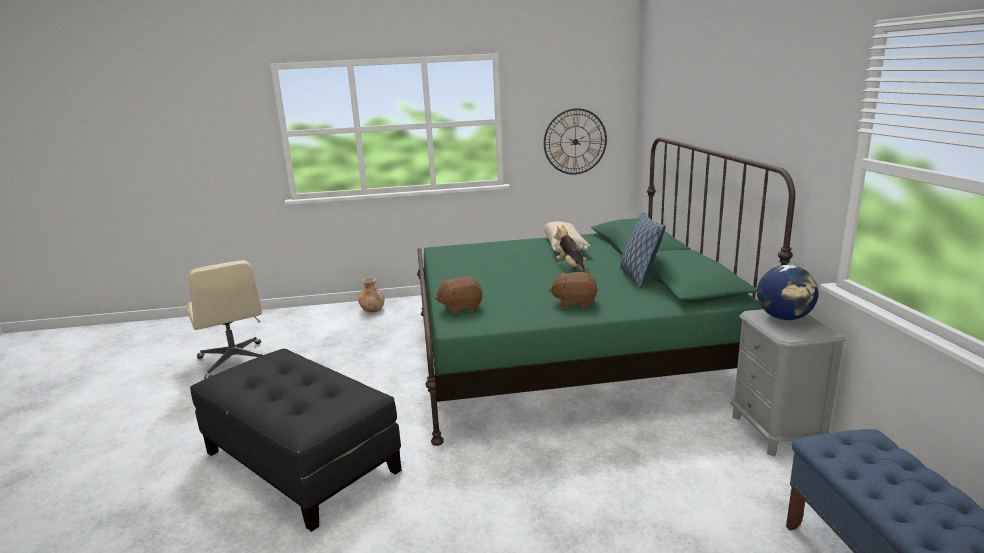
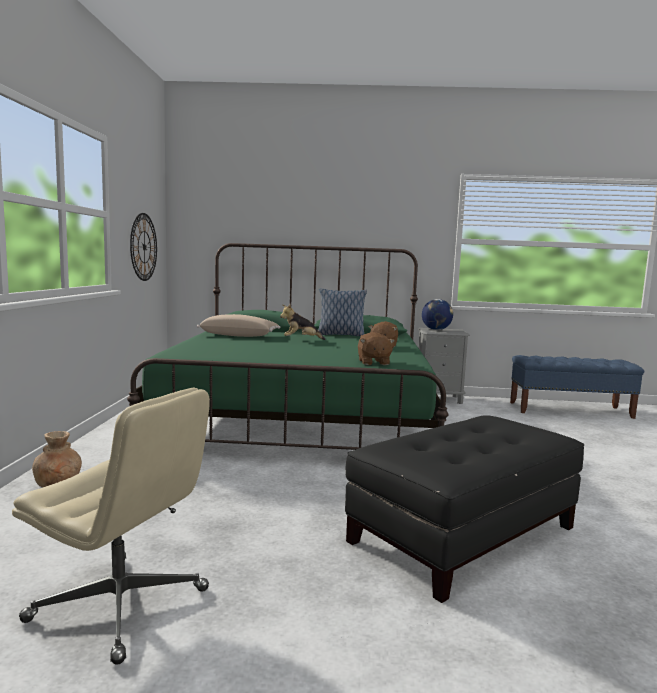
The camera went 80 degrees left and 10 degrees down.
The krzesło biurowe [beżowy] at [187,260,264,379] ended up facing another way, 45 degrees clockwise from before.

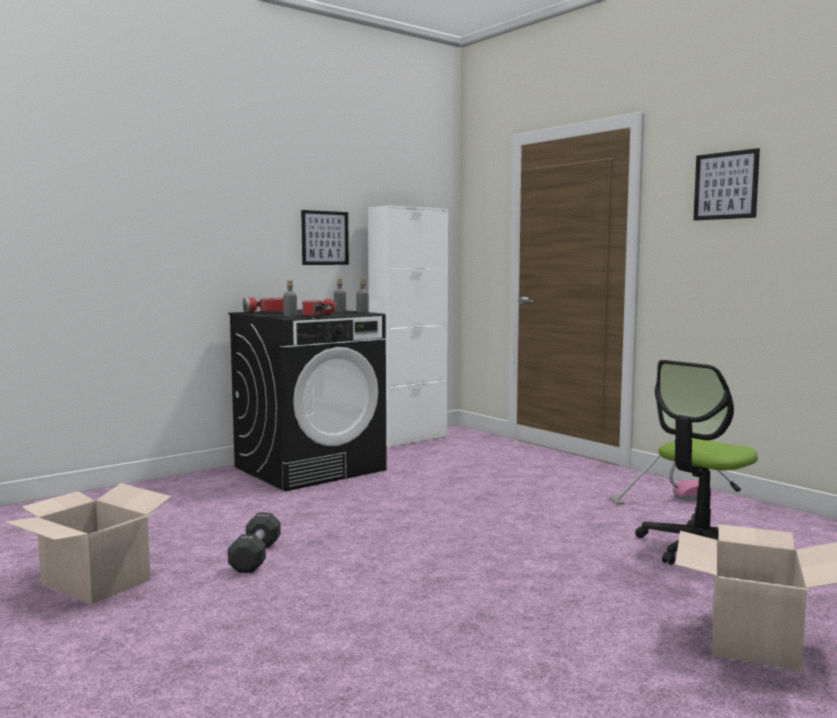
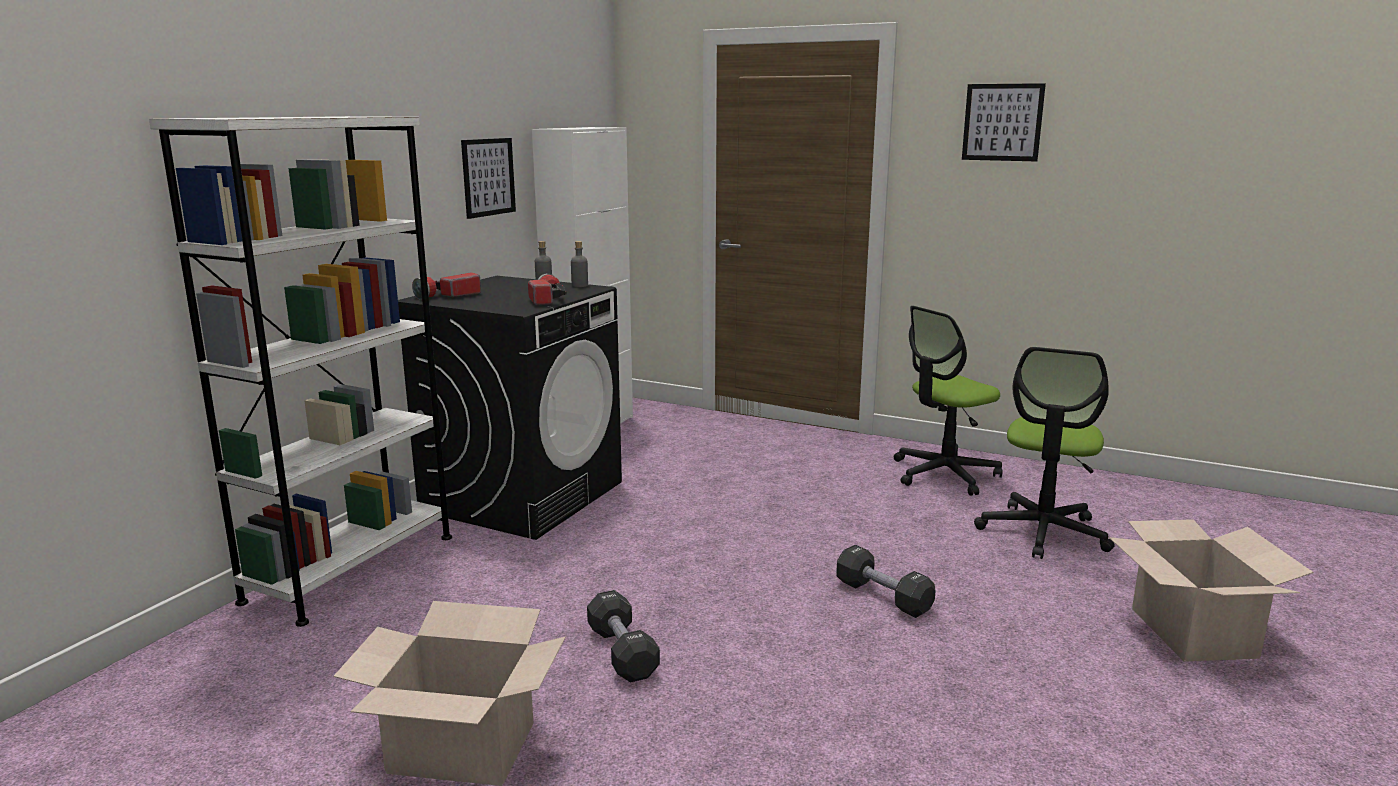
The camera went 25 degrees left and 10 degrees up.
The second view lost the butelka [szary] at [283,280,297,316].
Where the odkurzacz stood at [609,454,711,505], the krzesło biurowe came to stand at [894,306,1003,496].
The second view gained the regał [biały] at [149,116,452,627].
The second view gained the hantel [czarny] at [837,545,935,618].

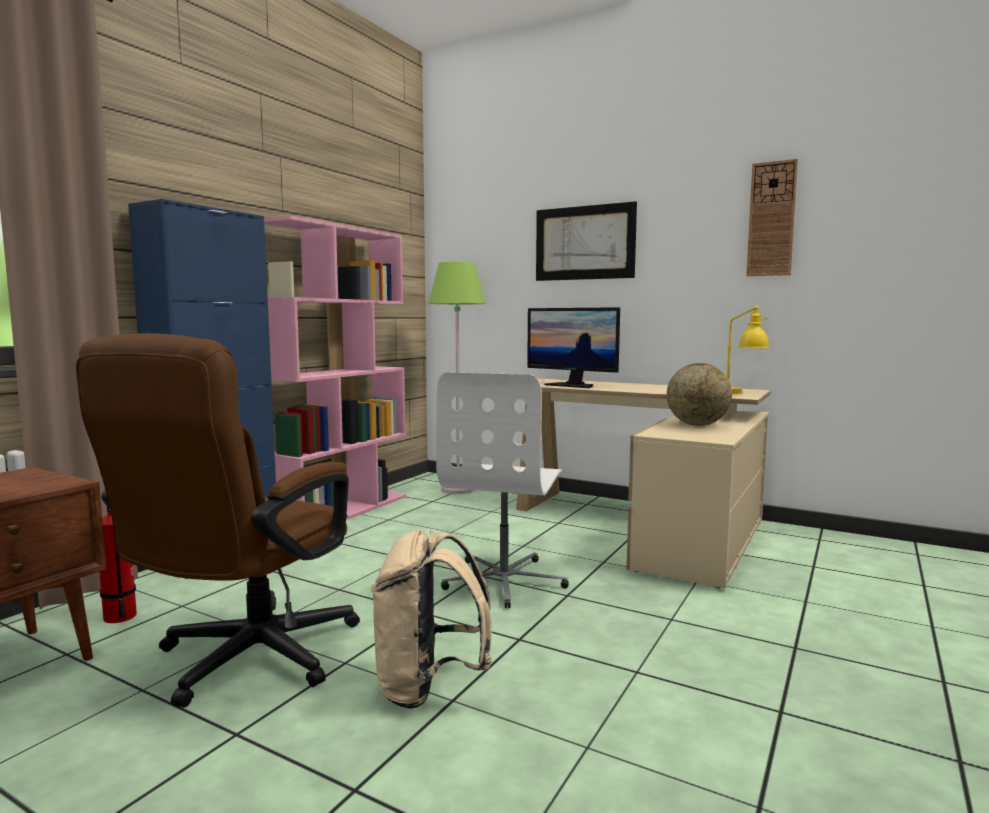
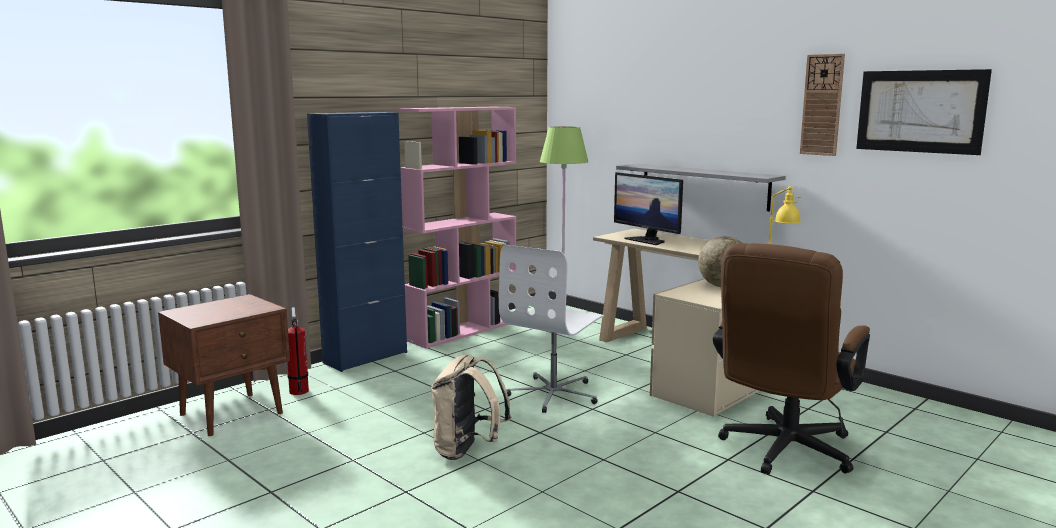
The camera went 15 degrees right and 5 degrees up.
The obraz ended up elsewhere, having gone from [536,201,637,281] to [856,69,992,155].
The krzesło biurowe [brązowy] ended up elsewhere, having gone from [76,333,360,708] to [713,243,870,475].
The second view gained the półka [szary] at [616,164,785,212].

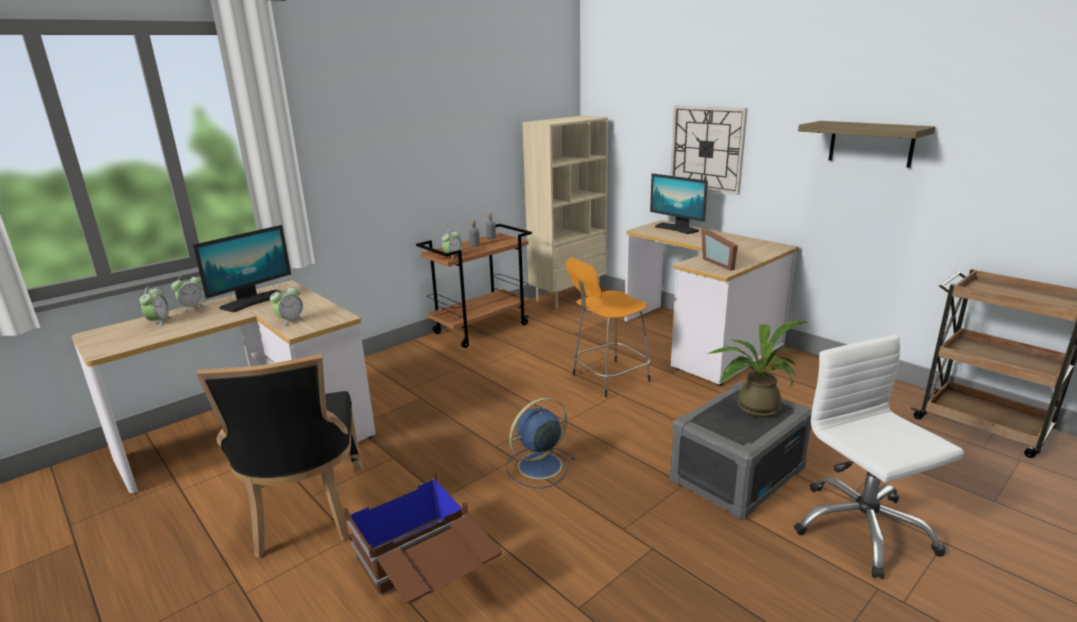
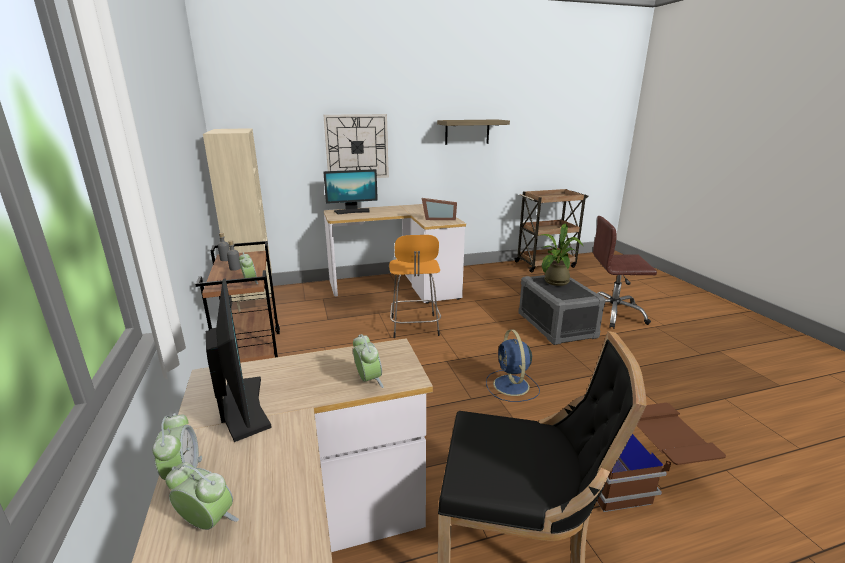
The camera went 65 degrees left and 0 degrees up.
What was the krzesło biurowe [biały] at [794,335,964,579] turned into the krzesło biurowe [brązowy] at [593,216,657,329].

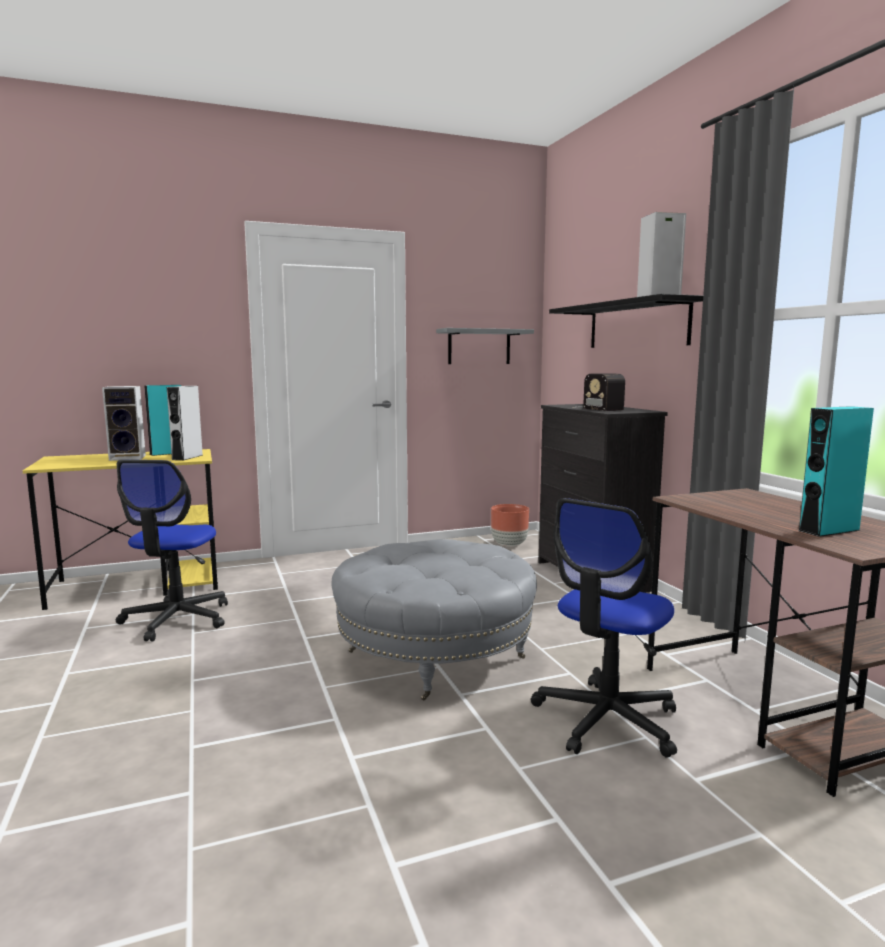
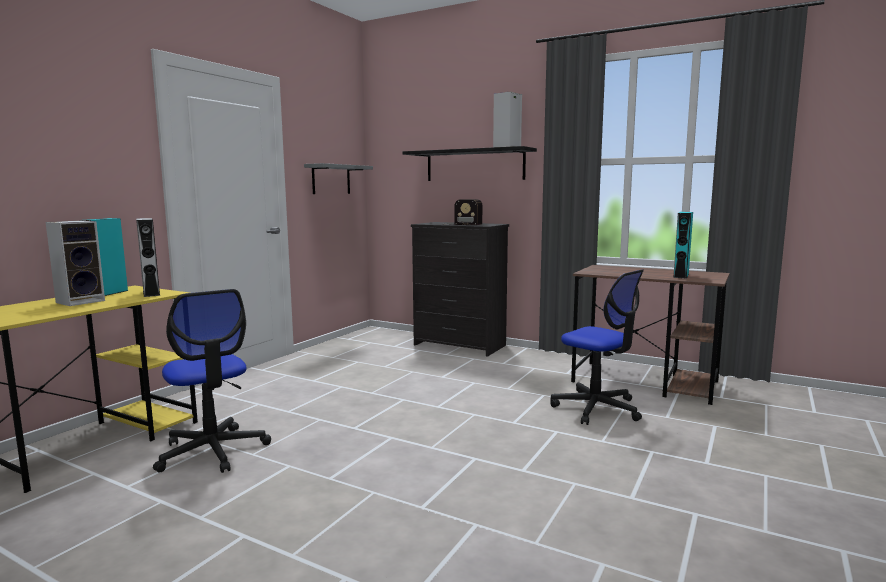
The camera went 40 degrees left and 0 degrees up.
The krzesło biurowe at [531,498,677,758] ended up facing another way, 45 degrees counterclockwise from before.
The second view lost the donica [brązowy] at [491,504,529,547].
The second view lost the pufa [szary] at [331,539,537,700].

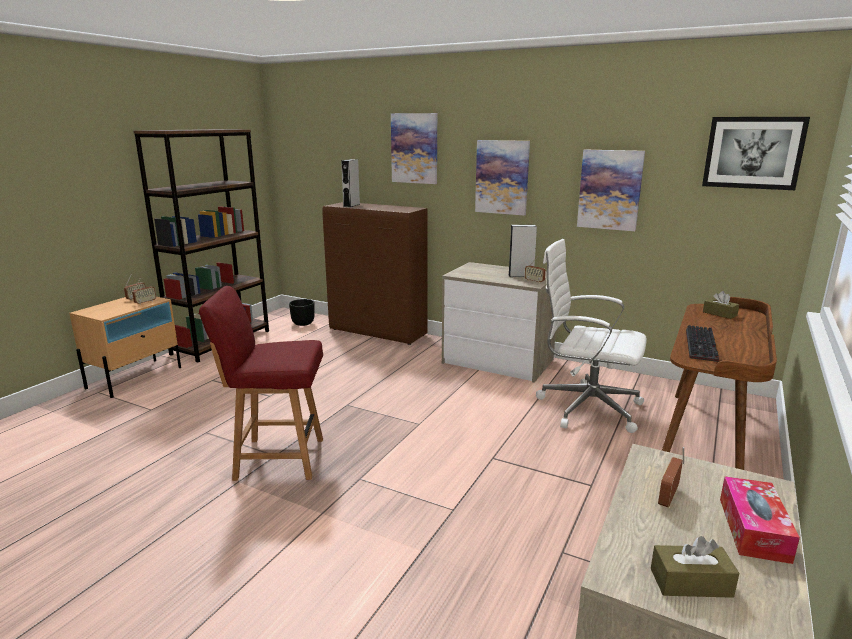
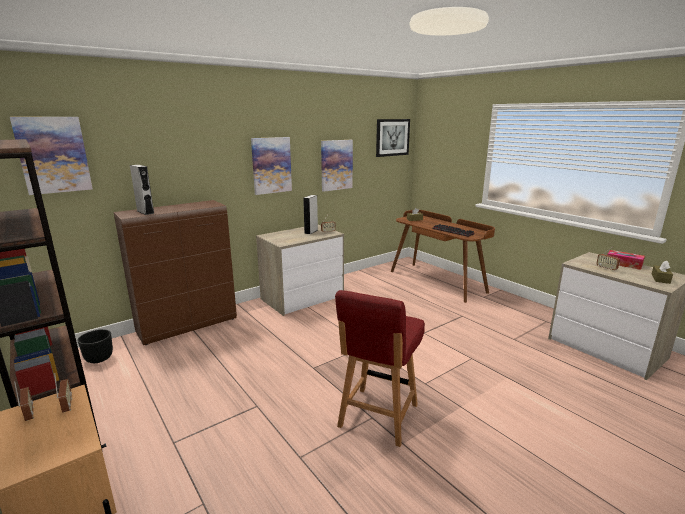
The camera went 65 degrees left and 0 degrees up.
The obraz ended up elsewhere, having gone from [391,113,437,184] to [10,117,93,195].
The second view lost the krzesło biurowe [biały] at [536,239,647,433].

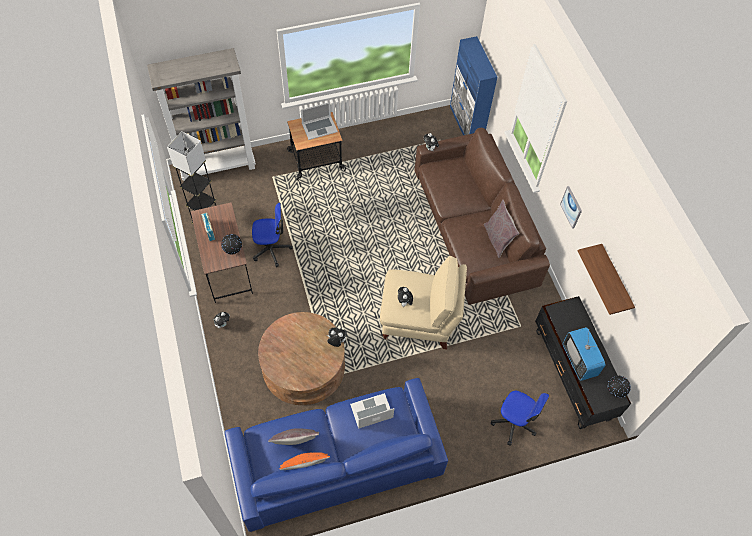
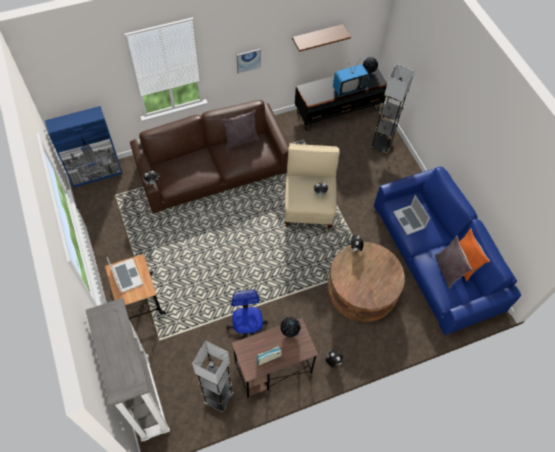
The camera went 95 degrees left and 0 degrees up.
Where the krzesło biurowe stood at [491,391,549,446], the lampa stojąca [szary] came to stand at [371,64,415,155].

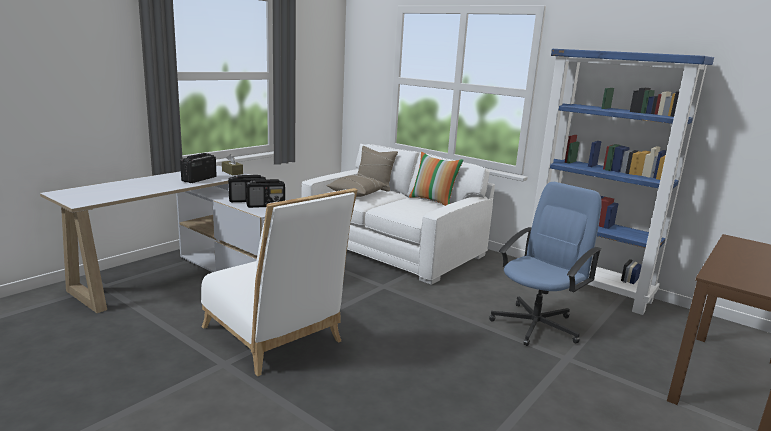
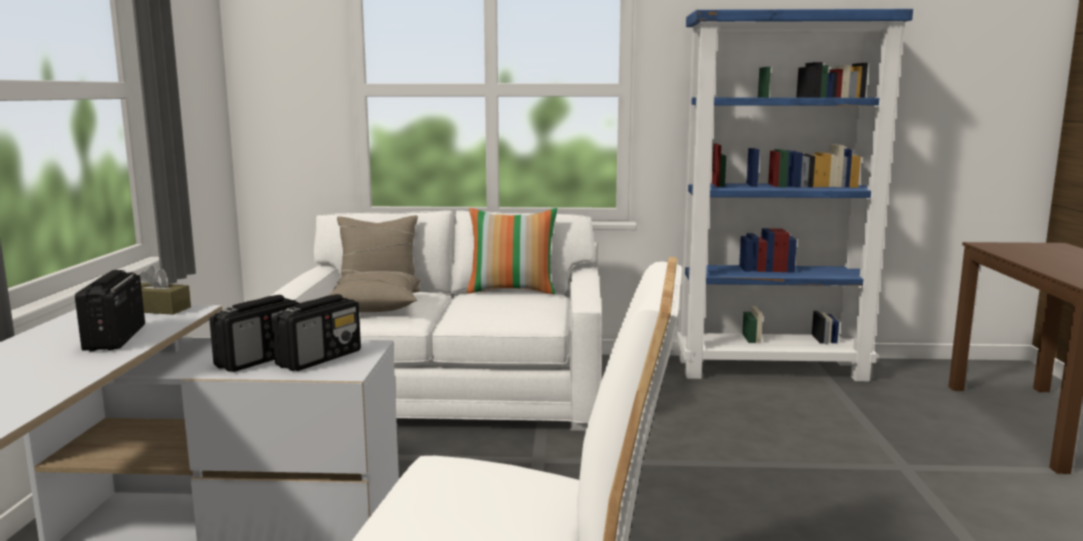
The camera went 35 degrees left and 5 degrees down.
The second view lost the krzesło biurowe [niebieski] at [489,182,602,346].

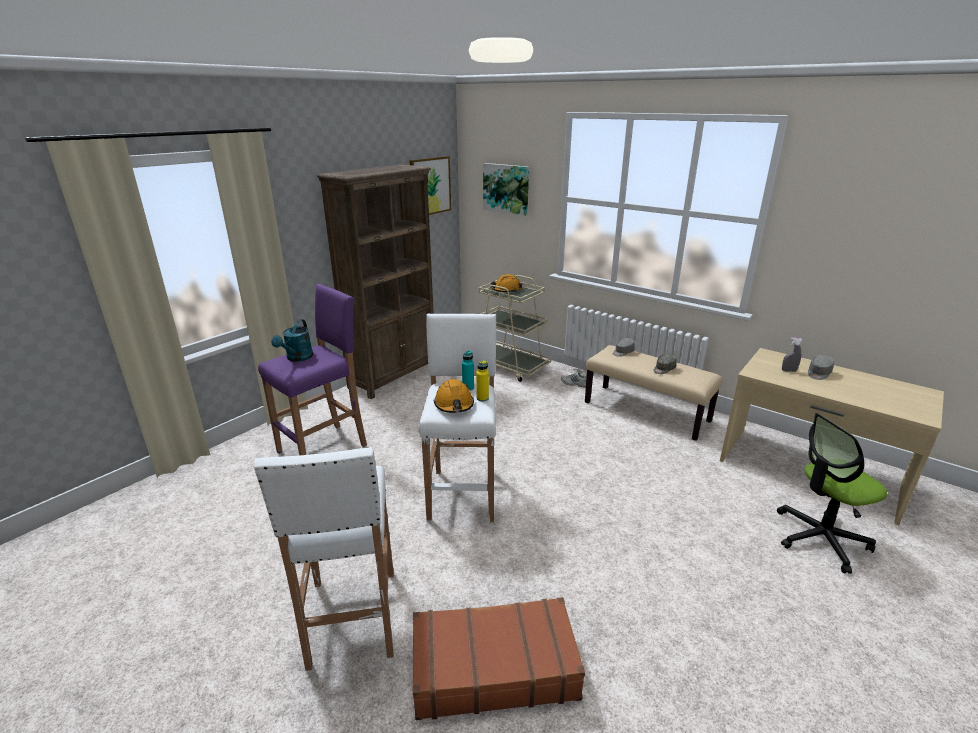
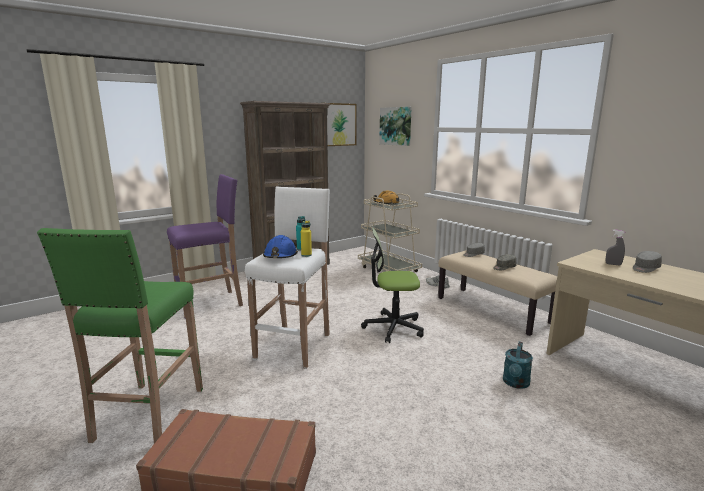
The camera went 15 degrees right and 10 degrees down.
The konewka [turkusowy] ended up elsewhere, having gone from [271,319,313,362] to [503,342,533,389].
What was the kask [pomarańczowy] at [434,379,474,413] turned into the kask [niebieski] at [263,235,298,258].
The krzesło biurowe ended up elsewhere, having gone from [777,413,887,574] to [361,227,424,343].
What was the stołek [biały] at [254,447,394,671] turned into the stołek [zielony] at [37,228,203,443].

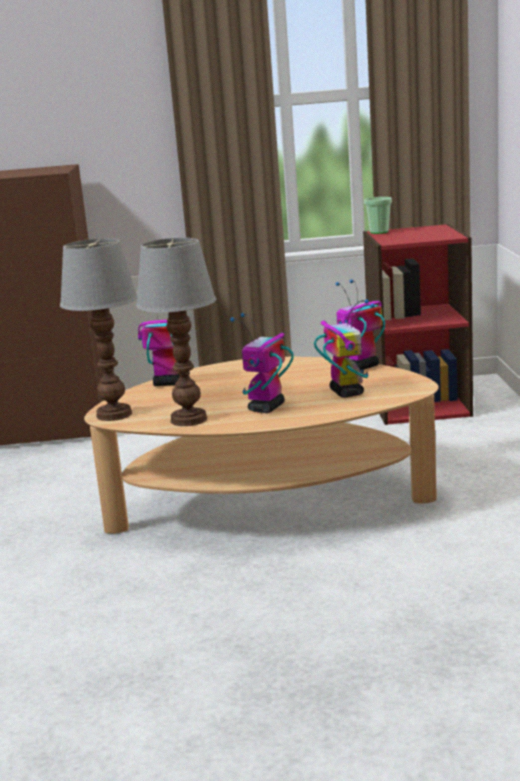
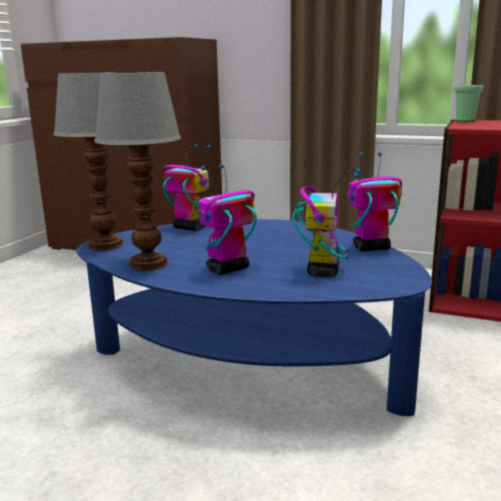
The camera went 25 degrees right and 0 degrees up.
What was the ława [beżowy] at [84,357,439,534] turned into the ława [niebieski] at [76,219,432,416].

